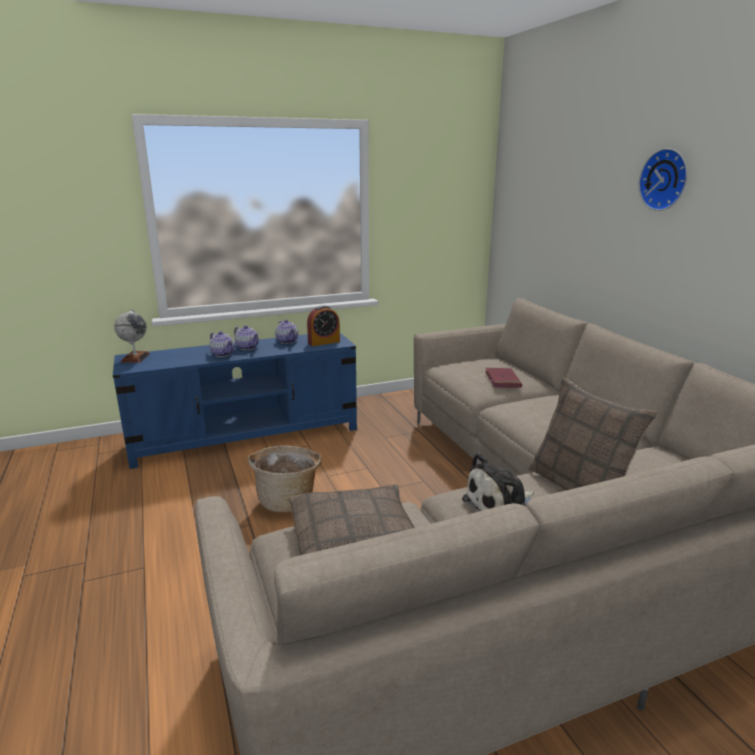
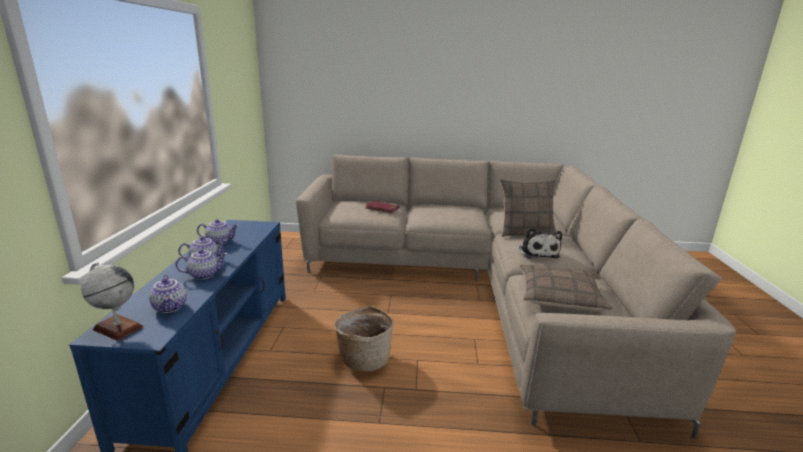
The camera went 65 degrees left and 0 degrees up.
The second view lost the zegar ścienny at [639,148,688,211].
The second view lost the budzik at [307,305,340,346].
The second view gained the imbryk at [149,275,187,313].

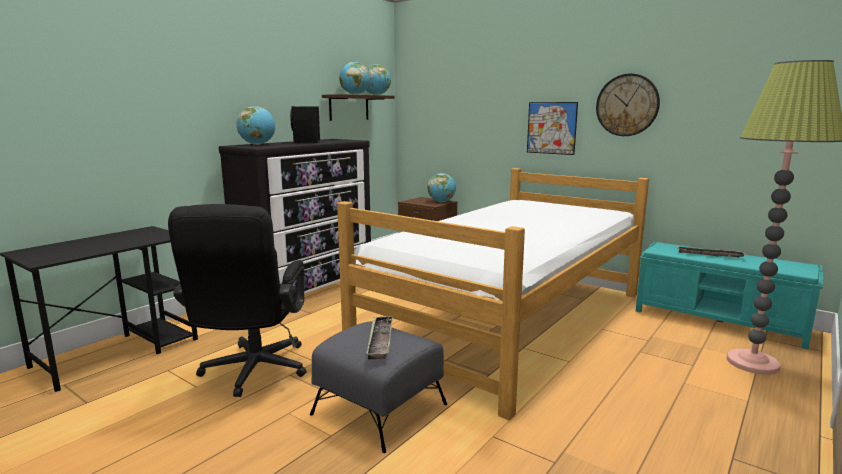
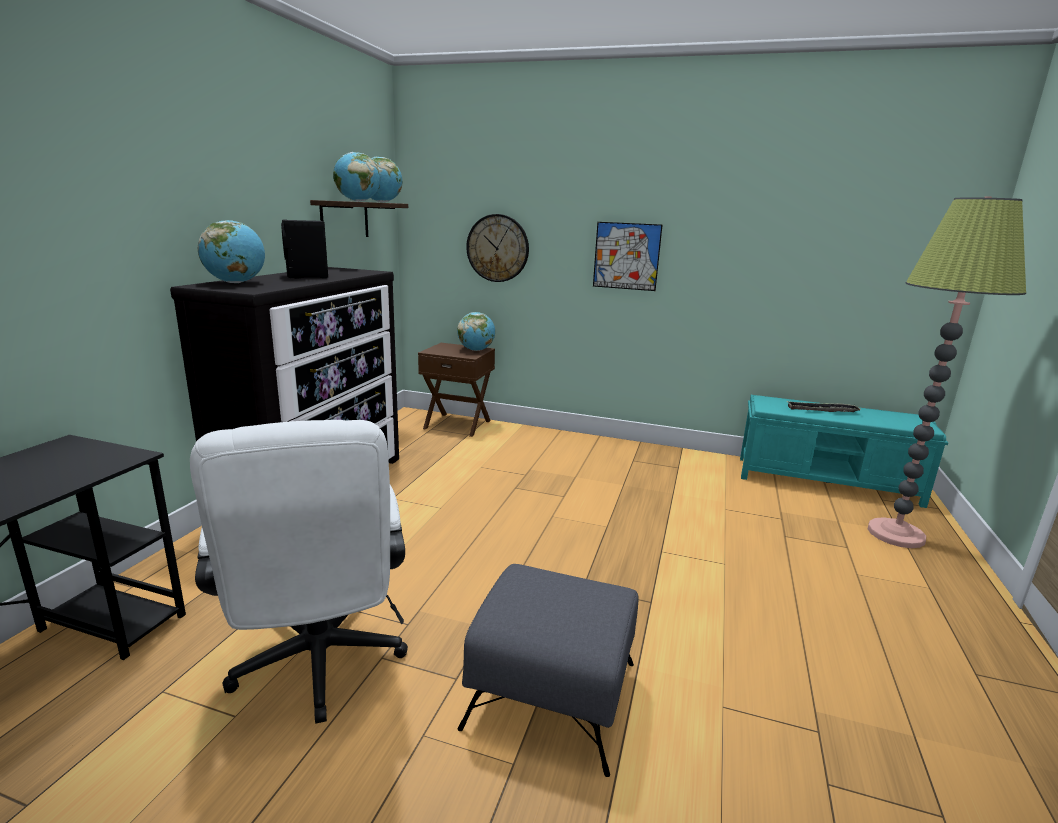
The camera went 20 degrees left and 5 degrees up.
The zegar ścienny ended up elsewhere, having gone from [596,73,660,136] to [466,214,529,282].
The second view lost the łóżko at [337,168,649,421].
What was the krzesło biurowe [czarny] at [168,204,307,397] turned into the krzesło biurowe [biały] at [190,420,408,724].
The second view lost the taca at [366,316,393,360].

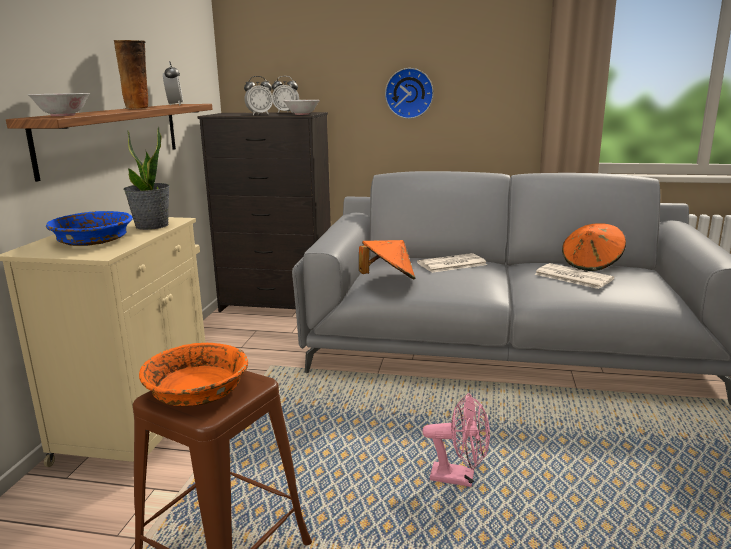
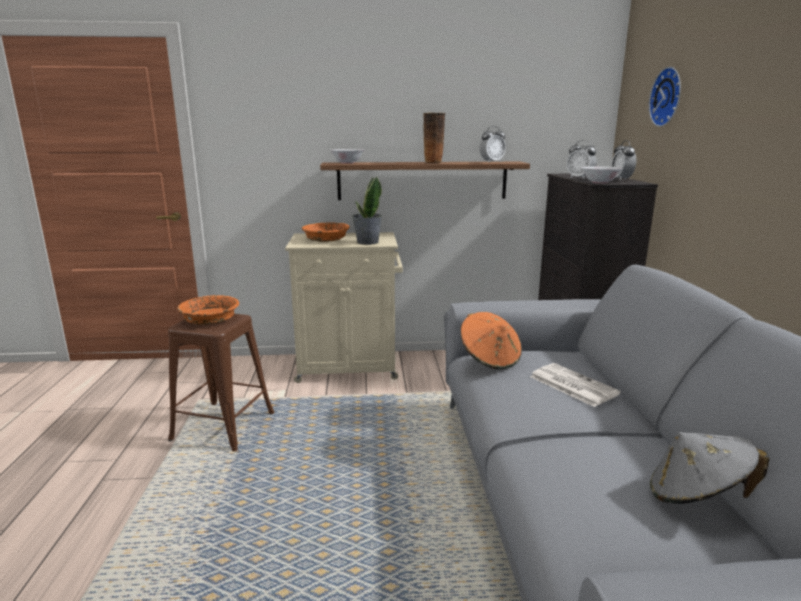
The camera went 75 degrees right and 0 degrees up.
The zegar ścienny ended up elsewhere, having gone from [385,68,434,119] to [649,67,681,127].
What was the miska [niebieski] at [46,211,133,246] turned into the miska [pomarańczowy] at [302,223,350,242].
What was the kapelusz [pomarańczowy] at [562,223,626,271] turned into the kapelusz [szary] at [650,432,769,504].
The second view lost the gazeta at [534,263,614,289].
The second view lost the wentylator [różowy] at [422,393,490,487].

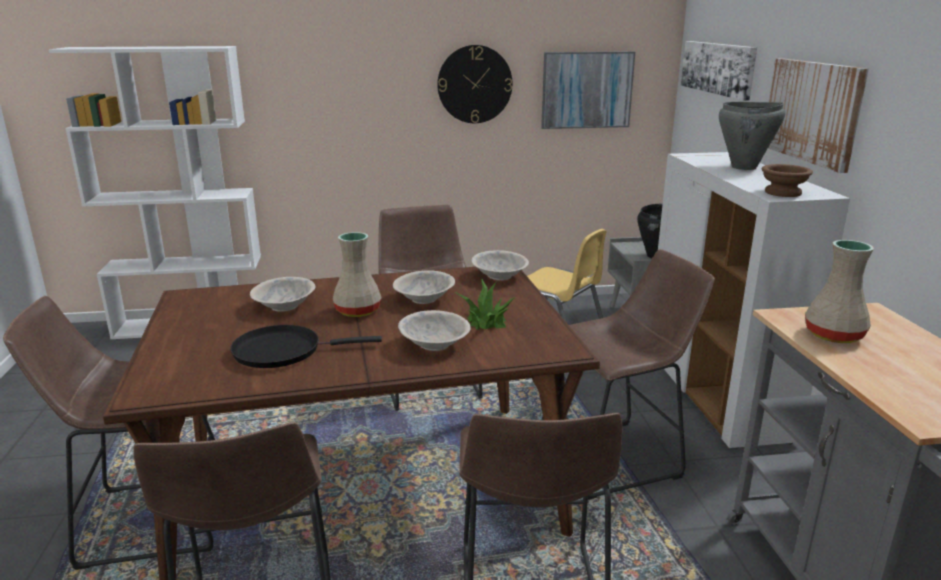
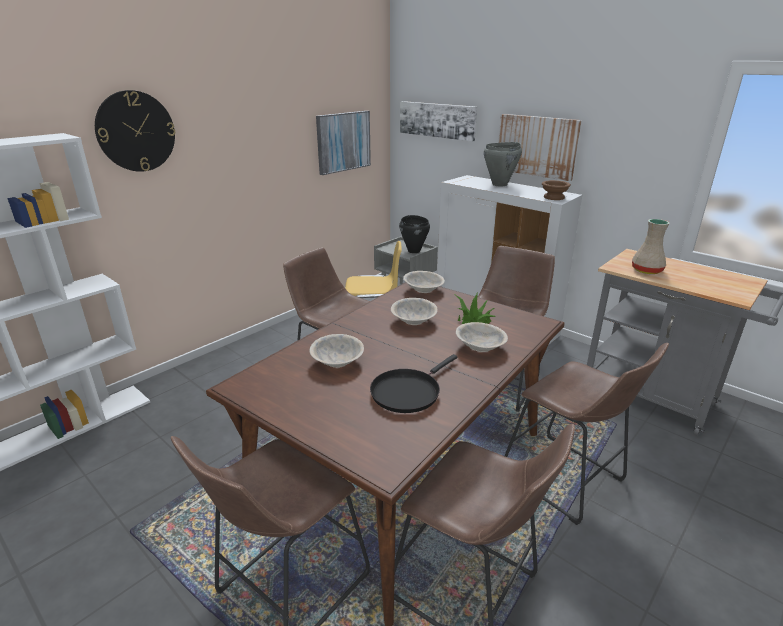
The camera went 40 degrees left and 5 degrees up.
The zegar ścienny ended up elsewhere, having gone from [437,45,512,123] to [95,90,175,172].
The second view lost the wazon [beżowy] at [333,232,382,317].

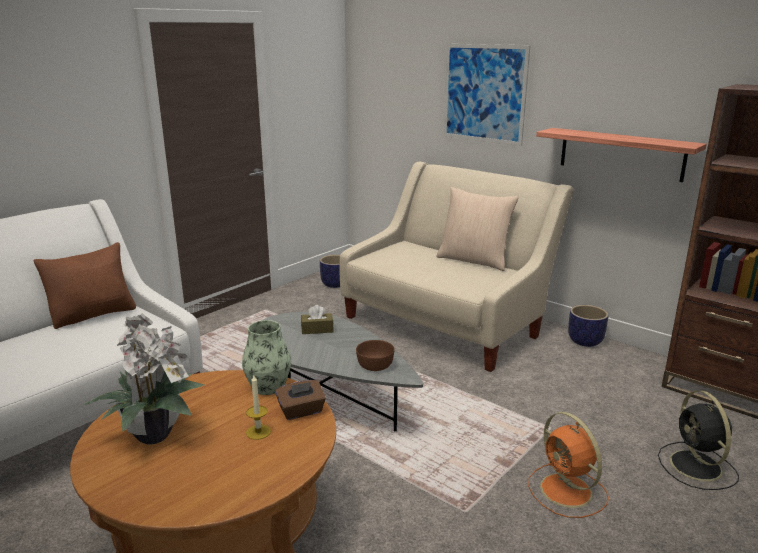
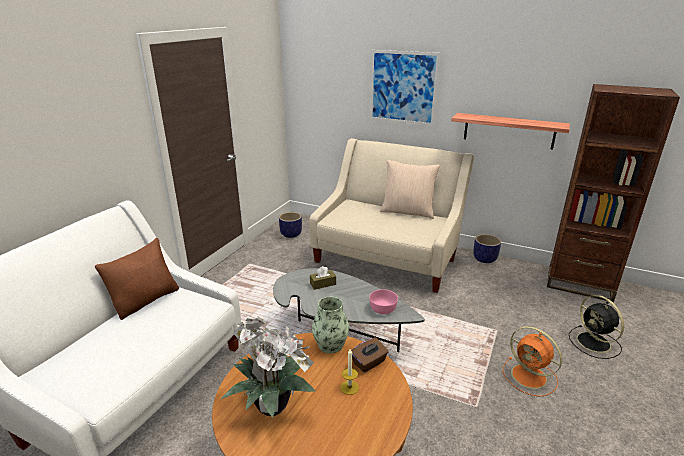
The camera went 15 degrees left and 5 degrees up.
What was the miska [brązowy] at [356,340,394,371] turned into the miska [różowy] at [369,289,398,314].

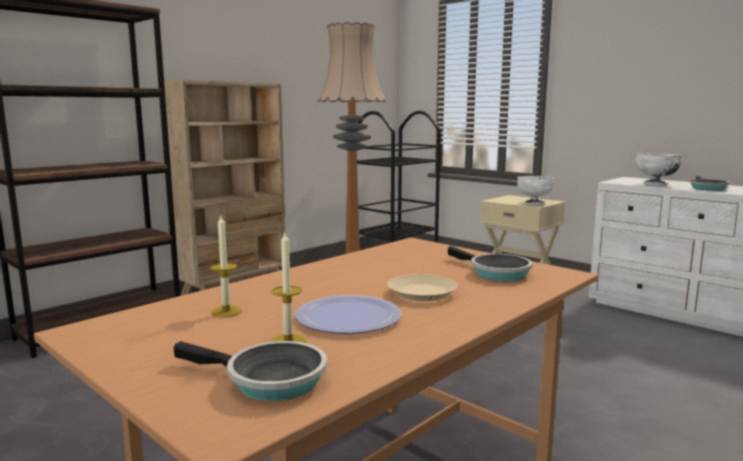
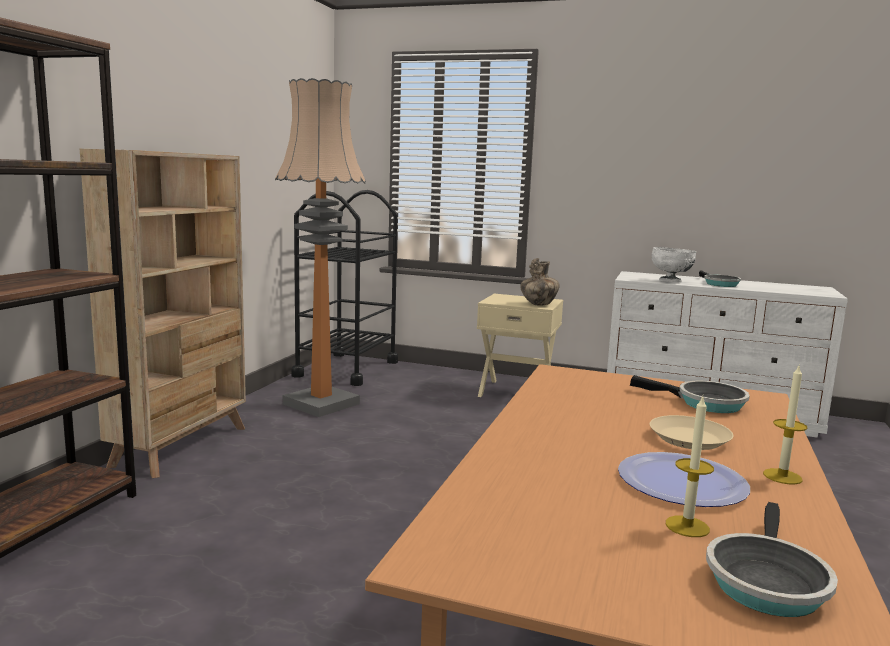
The camera went 25 degrees left and 0 degrees up.
Where the miska [biały] stood at [517,176,554,205], the wazon came to stand at [520,258,560,306].
The świeca ended up elsewhere, having gone from [210,216,242,317] to [763,366,807,484].
The patelnia at [173,341,327,401] ended up facing another way, 120 degrees clockwise from before.

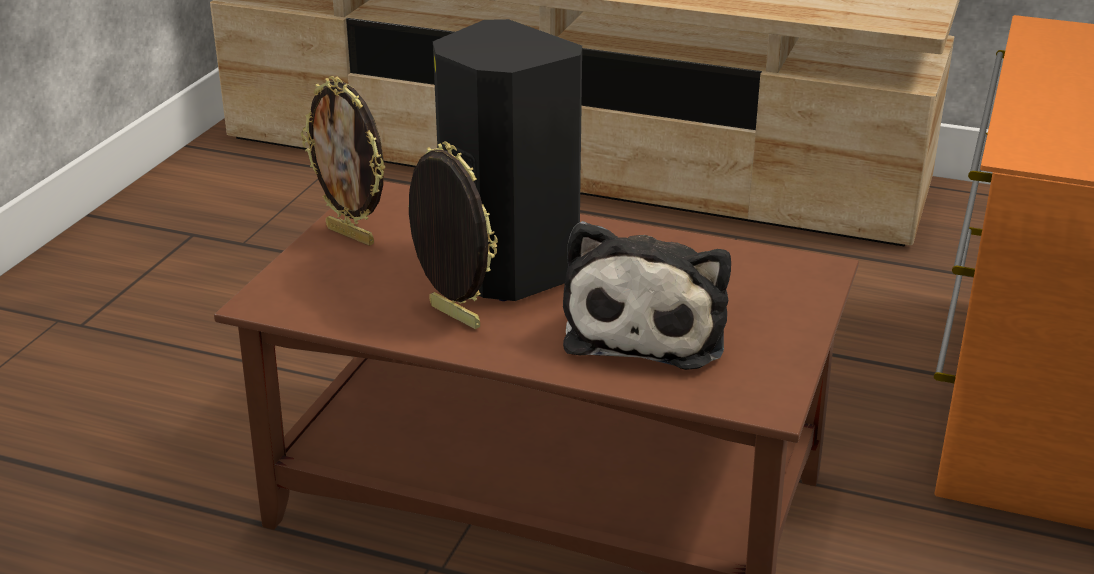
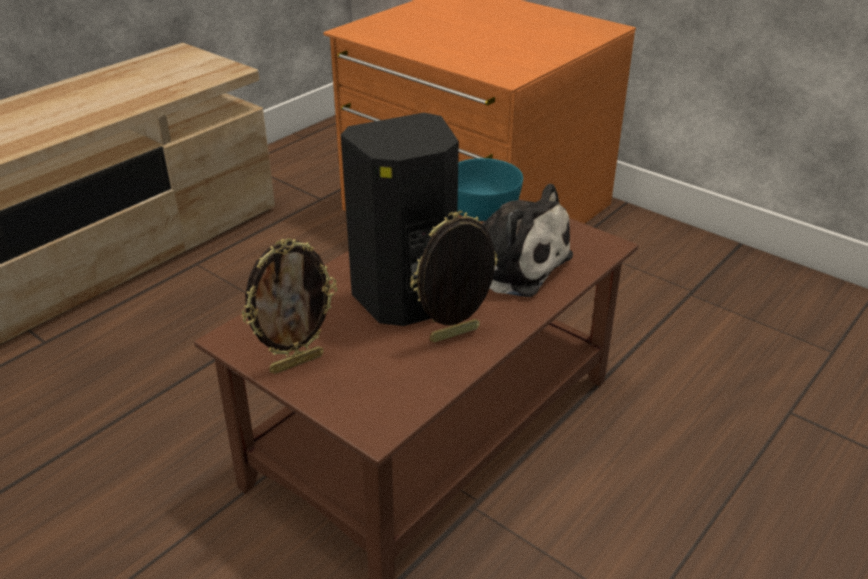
The camera went 70 degrees left and 5 degrees up.
The second view gained the miska [turkusowy] at [457,158,523,221].

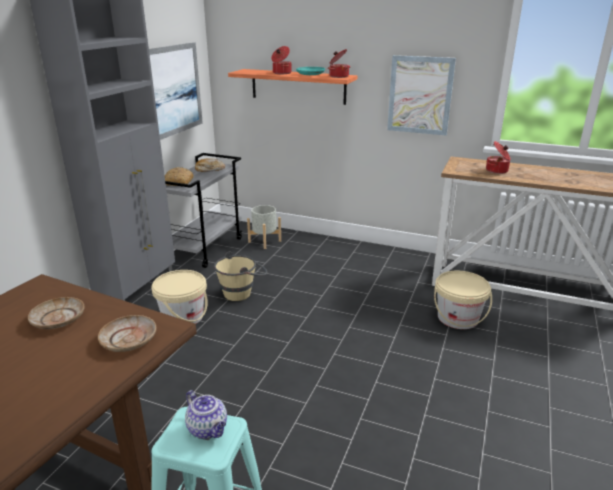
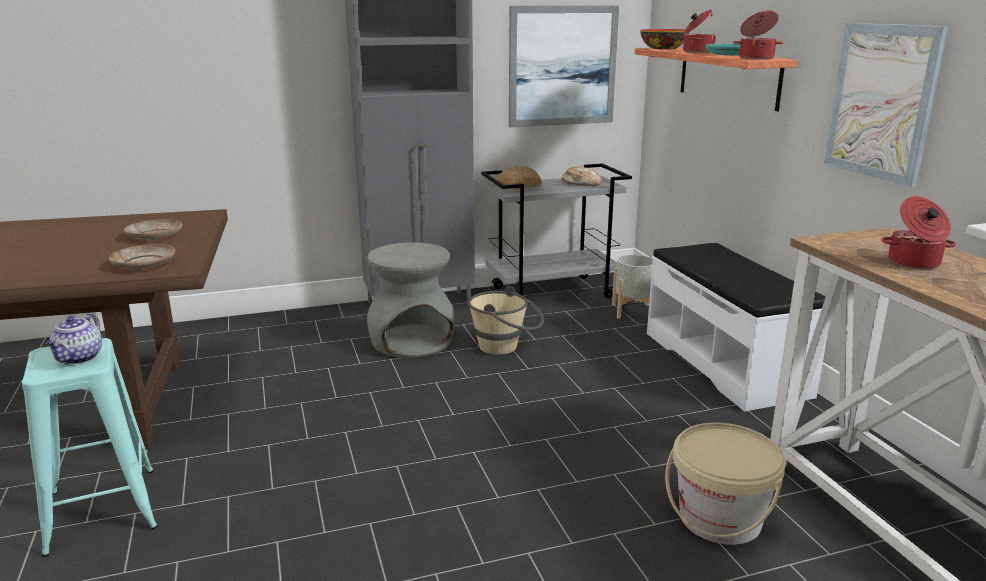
The camera went 50 degrees right and 5 degrees down.
Where the wiadro [beżowy] stood at [151,270,208,324], the stołek [szary] came to stand at [367,242,455,358].
The second view gained the miska at [640,29,689,49].
The second view gained the ławka [biały] at [647,243,828,412].

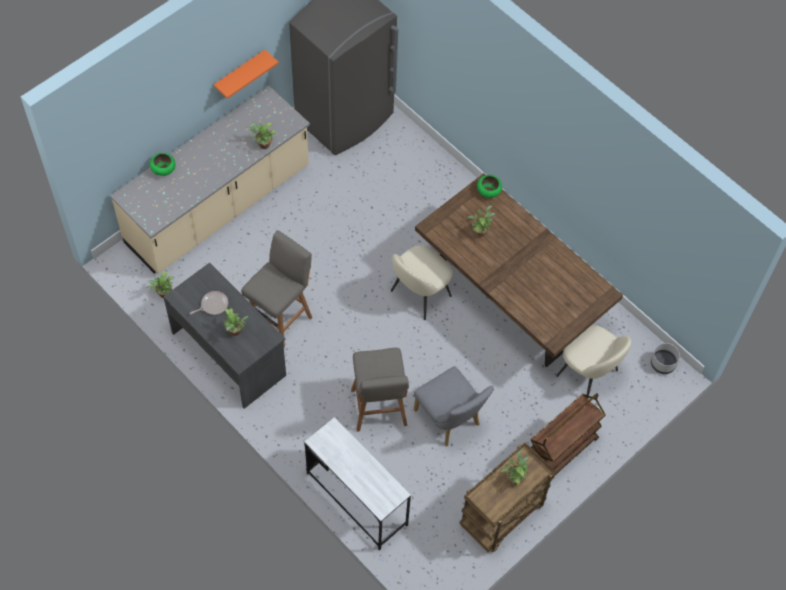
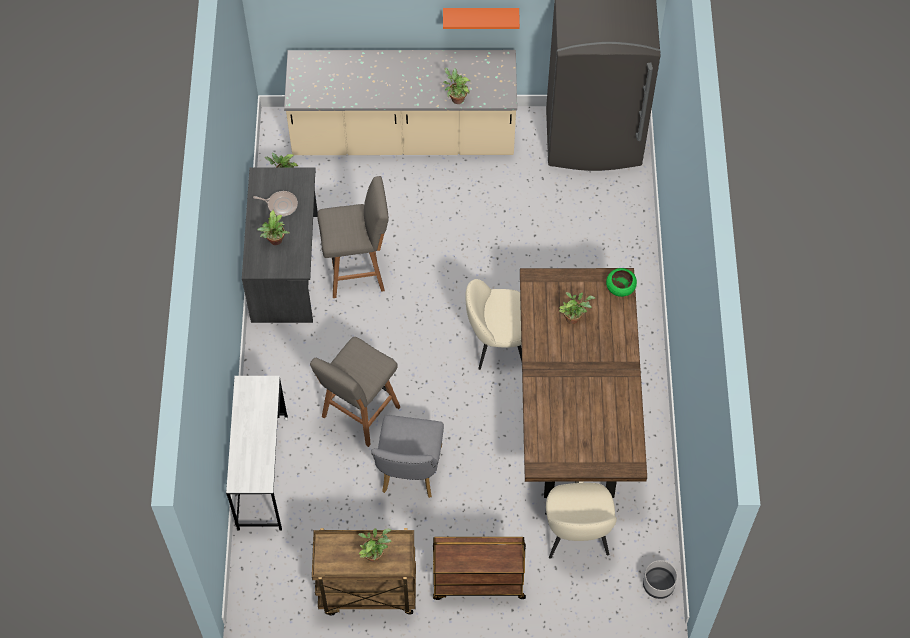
The camera went 45 degrees right and 0 degrees up.
The second view lost the miska [zielony] at [150,153,176,176].

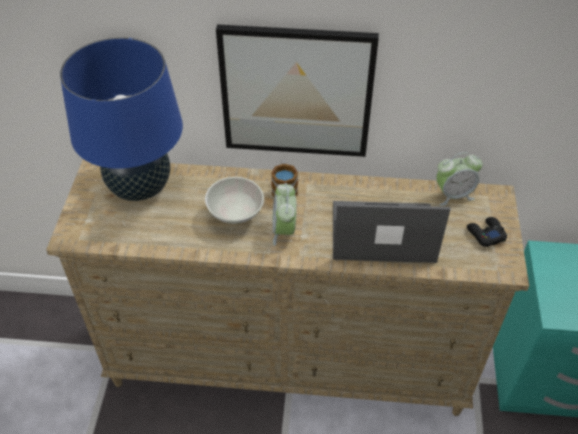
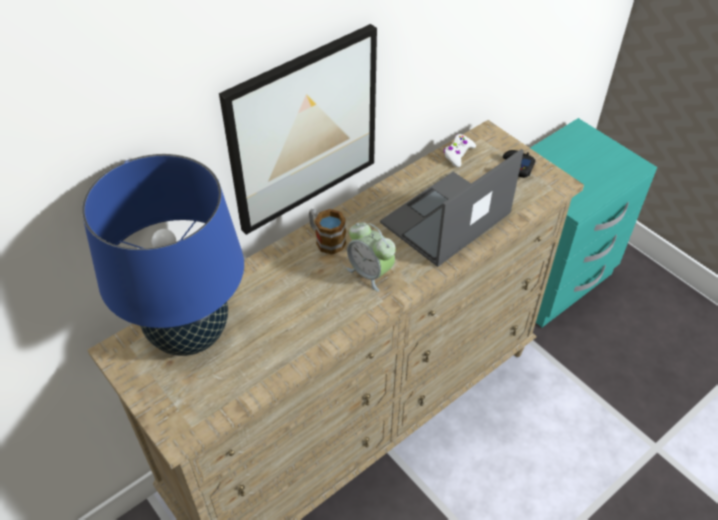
The camera went 45 degrees left and 0 degrees up.
Where the budzik stood at [436,152,483,206], the pad do gier [biały] came to stand at [443,134,476,168].
The second view lost the miska [biały] at [205,177,264,224].

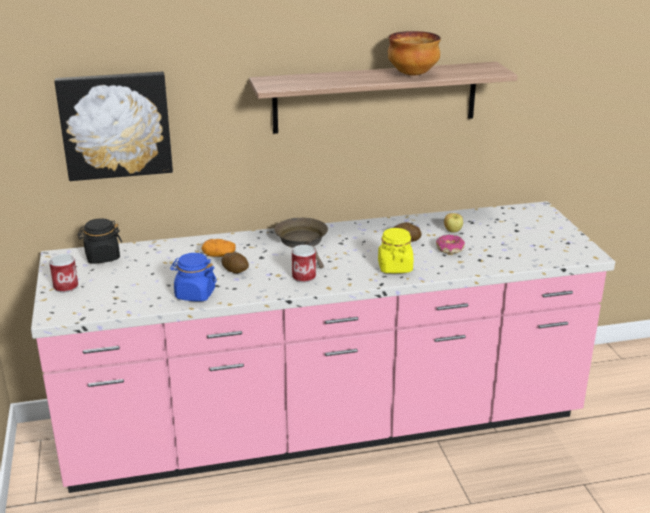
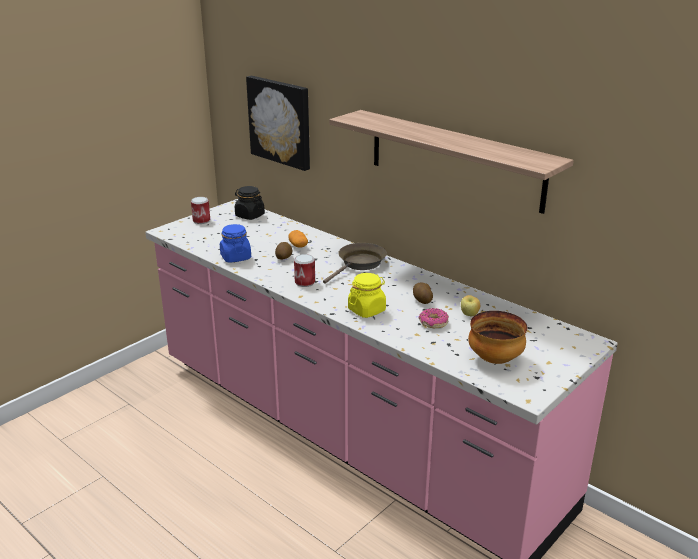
The camera went 55 degrees right and 0 degrees up.
The miska ended up elsewhere, having gone from [387,31,441,76] to [468,311,527,364].

